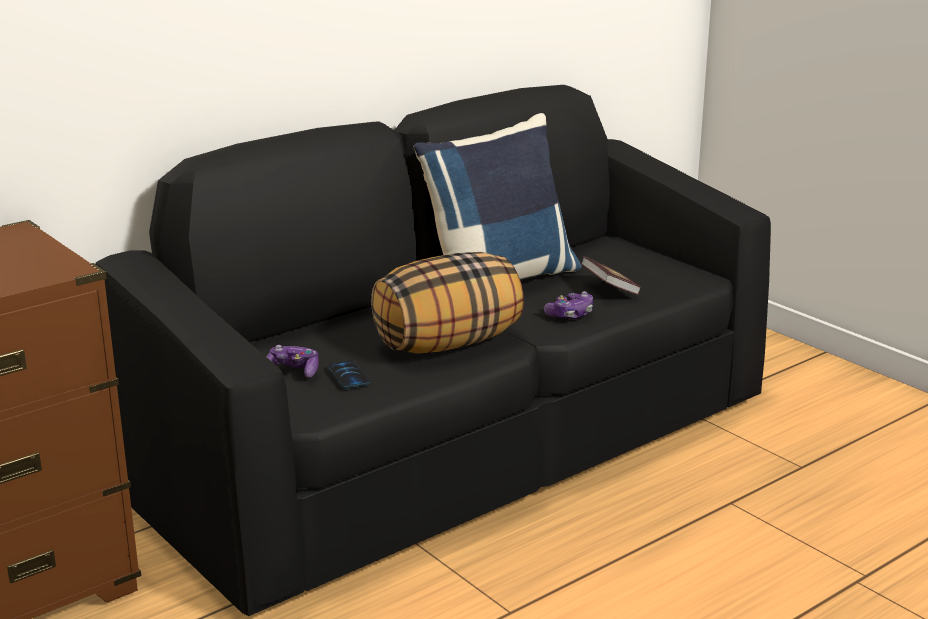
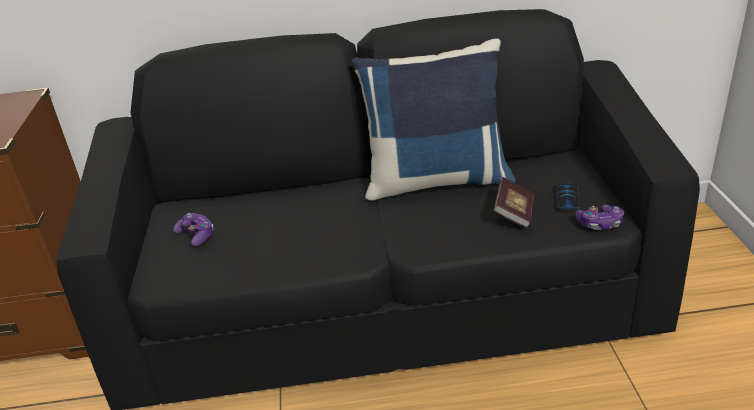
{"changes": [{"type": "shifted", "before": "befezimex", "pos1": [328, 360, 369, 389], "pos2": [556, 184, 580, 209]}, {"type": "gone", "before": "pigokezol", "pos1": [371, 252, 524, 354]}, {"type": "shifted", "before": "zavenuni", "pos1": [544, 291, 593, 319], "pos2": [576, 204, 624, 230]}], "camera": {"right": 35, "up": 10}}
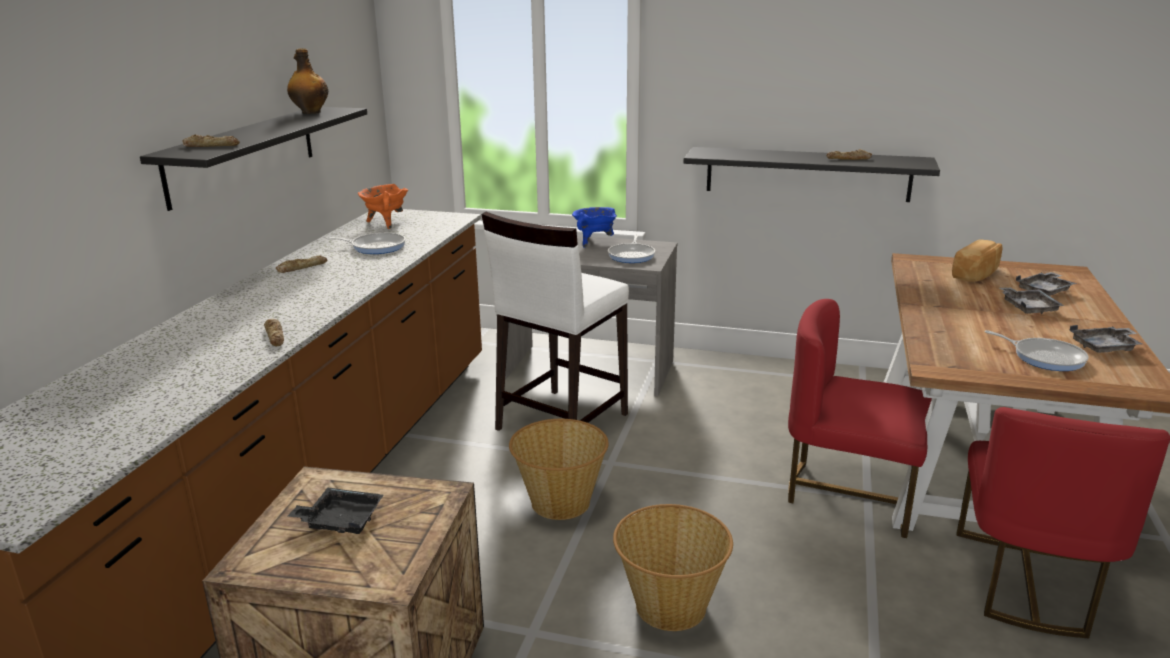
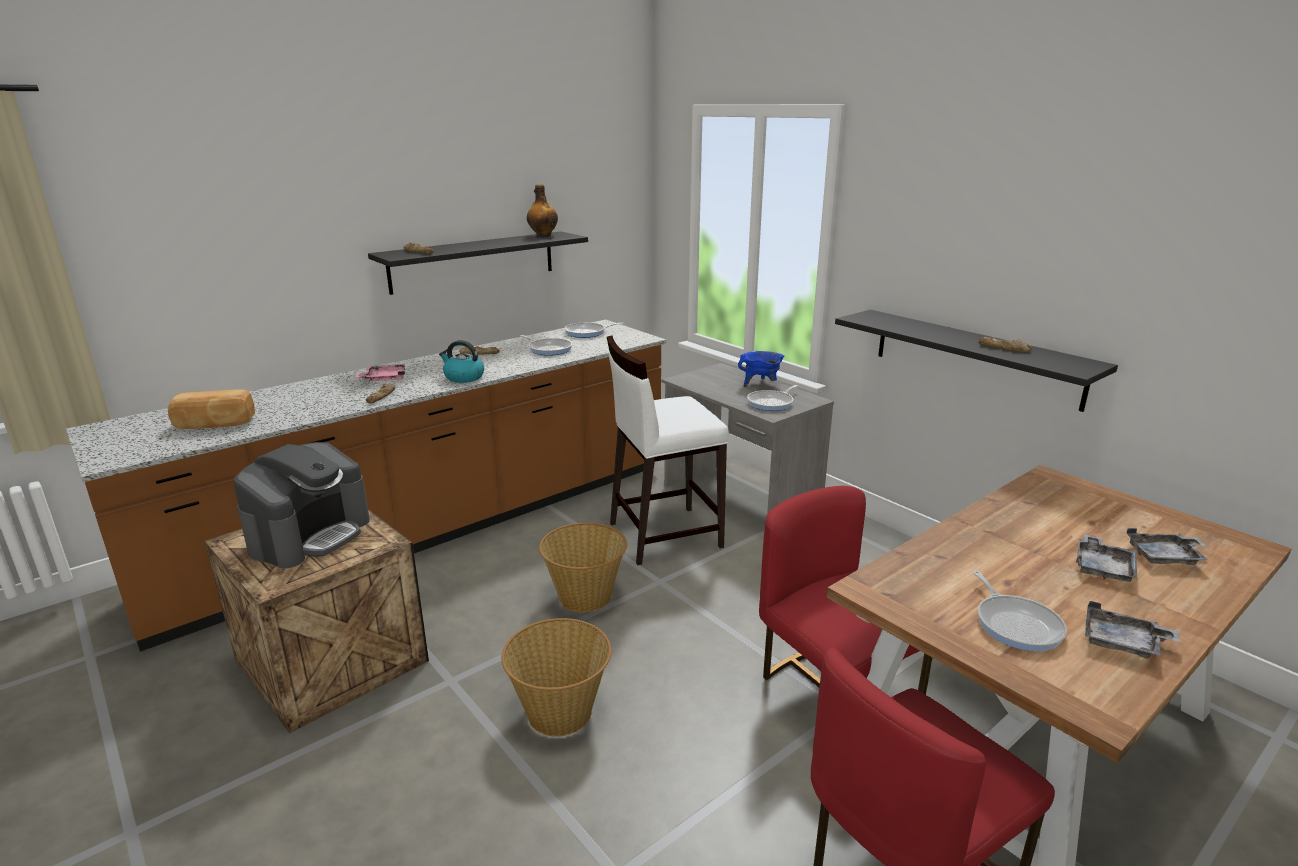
{"changes": [{"type": "swapped", "before": "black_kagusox", "after": "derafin", "pos1": [288, 487, 384, 534], "pos2": [234, 442, 370, 568]}, {"type": "swapped", "before": "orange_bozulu", "after": "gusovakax", "pos1": [358, 184, 408, 229], "pos2": [565, 323, 624, 338]}, {"type": "shifted", "before": "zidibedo", "pos1": [952, 239, 1003, 282], "pos2": [167, 390, 255, 429]}, {"type": "new", "after": "pink_kagusox", "pos2": [356, 364, 405, 382]}, {"type": "new", "after": "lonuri", "pos2": [439, 340, 484, 383]}], "camera": {"right": 35, "up": 0}}
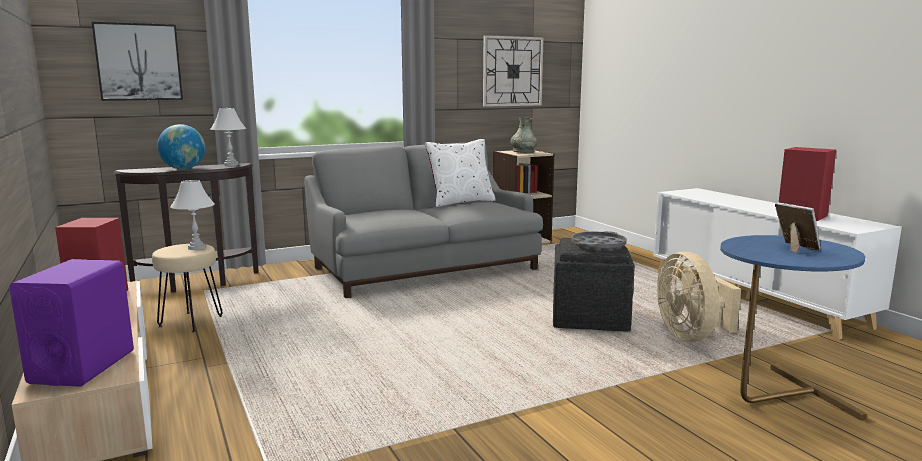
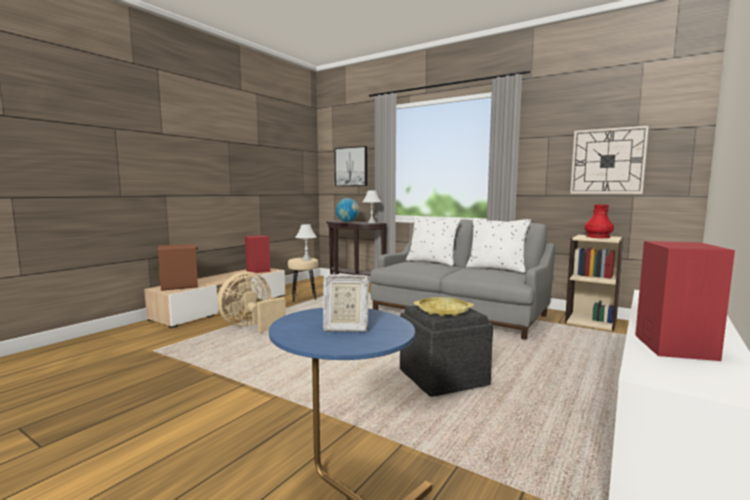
{"changes": [{"type": "repainted", "before": "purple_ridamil", "after": "brown_ridamil", "pos1": [9, 259, 134, 387], "pos2": [158, 244, 198, 291]}, {"type": "repainted", "before": "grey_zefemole", "after": "red_zefemole", "pos1": [510, 118, 537, 153], "pos2": [584, 204, 614, 238]}, {"type": "repainted", "before": "grey_kagusox", "after": "yellow_kagusox", "pos1": [571, 231, 627, 251], "pos2": [414, 297, 474, 316]}, {"type": "shifted", "before": "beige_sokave", "pos1": [657, 252, 741, 342], "pos2": [217, 272, 286, 332]}, {"type": "rotated", "before": "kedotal", "pos1": [775, 202, 821, 253], "pos2": [323, 274, 369, 332], "turn": 60}, {"type": "new", "after": "white_pigokezol", "pos2": [406, 216, 461, 266]}], "camera": {"right": 60, "up": -5}}
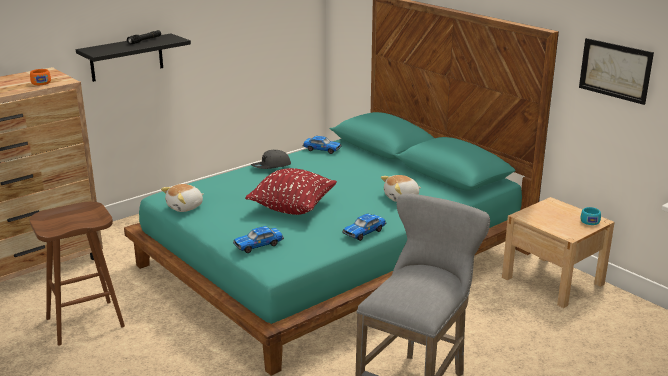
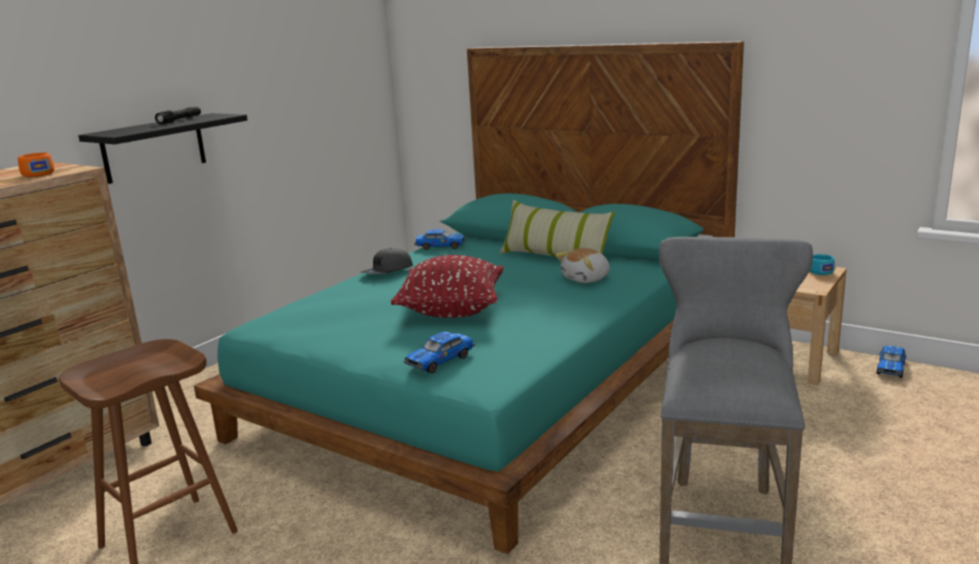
{"changes": [{"type": "gone", "before": "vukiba", "pos1": [161, 184, 203, 212]}, {"type": "shifted", "before": "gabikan", "pos1": [342, 214, 386, 241], "pos2": [877, 346, 906, 378]}, {"type": "gone", "before": "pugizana", "pos1": [579, 38, 654, 105]}, {"type": "new", "after": "pigokezol", "pos2": [500, 200, 615, 256]}], "camera": {"right": -15, "up": -5}}
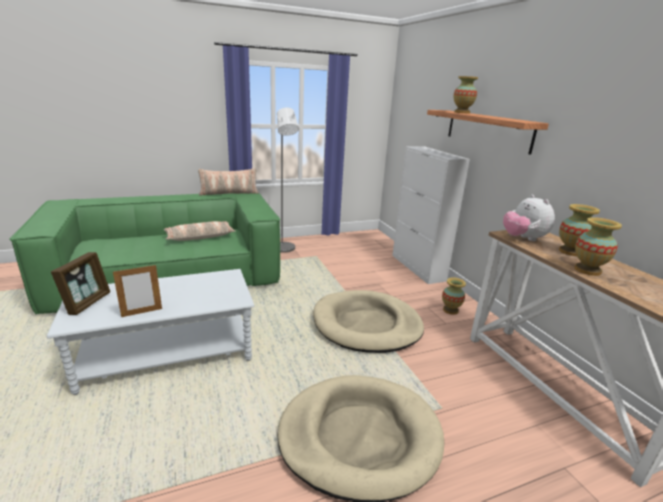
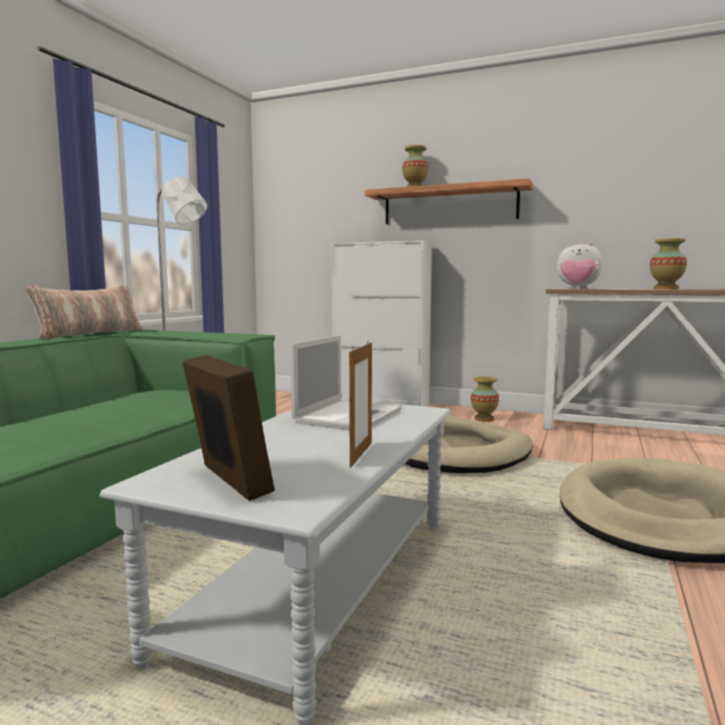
{"changes": [{"type": "gone", "before": "pigokezol", "pos1": [164, 221, 236, 241]}, {"type": "gone", "before": "zefemole", "pos1": [559, 204, 600, 256]}, {"type": "new", "after": "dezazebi", "pos2": [290, 335, 402, 430]}], "camera": {"right": -45, "up": -15}}
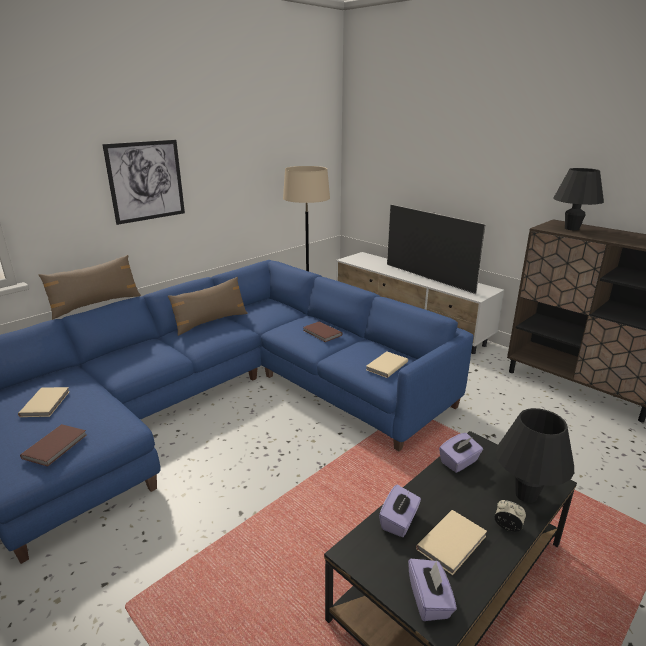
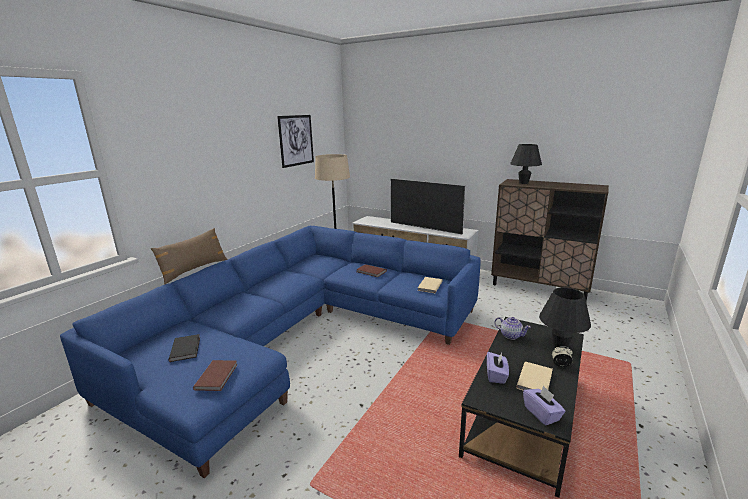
{"changes": [{"type": "repainted", "before": "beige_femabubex", "after": "black_femabubex", "pos1": [18, 387, 70, 417], "pos2": [169, 334, 200, 362]}, {"type": "shifted", "before": "pugizana", "pos1": [102, 140, 185, 225], "pos2": [277, 115, 314, 168]}, {"type": "gone", "before": "brown_pigokezol", "pos1": [168, 277, 248, 336]}, {"type": "swapped", "before": "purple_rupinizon", "after": "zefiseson", "pos1": [439, 433, 483, 473], "pos2": [494, 317, 531, 340]}], "camera": {"right": -15, "up": -5}}
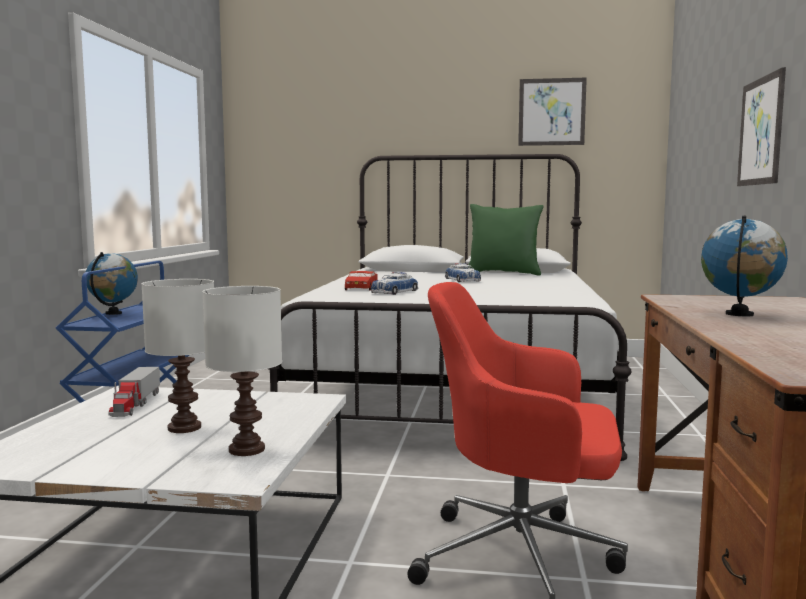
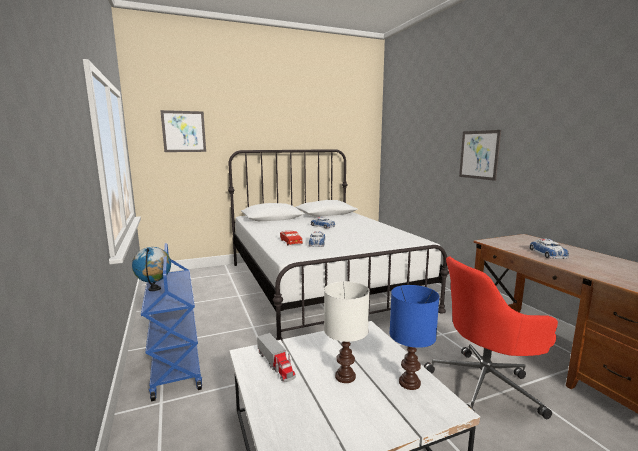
{"changes": [{"type": "repainted", "before": "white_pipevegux", "after": "blue_pipevegux", "pos1": [202, 286, 282, 456], "pos2": [390, 285, 440, 390]}, {"type": "gone", "before": "green_pigokezol", "pos1": [468, 204, 544, 275]}, {"type": "shifted", "before": "pugizana", "pos1": [518, 78, 587, 146], "pos2": [160, 110, 206, 152]}, {"type": "swapped", "before": "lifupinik", "after": "gabikan", "pos1": [701, 216, 788, 316], "pos2": [529, 238, 569, 259]}], "camera": {"right": -30, "up": 5}}
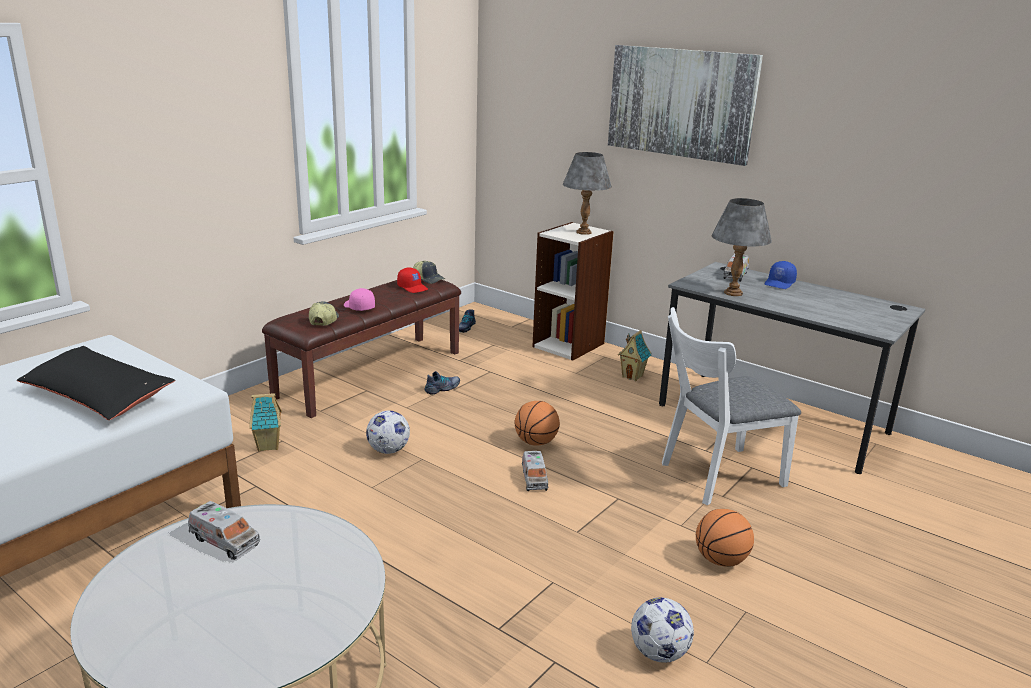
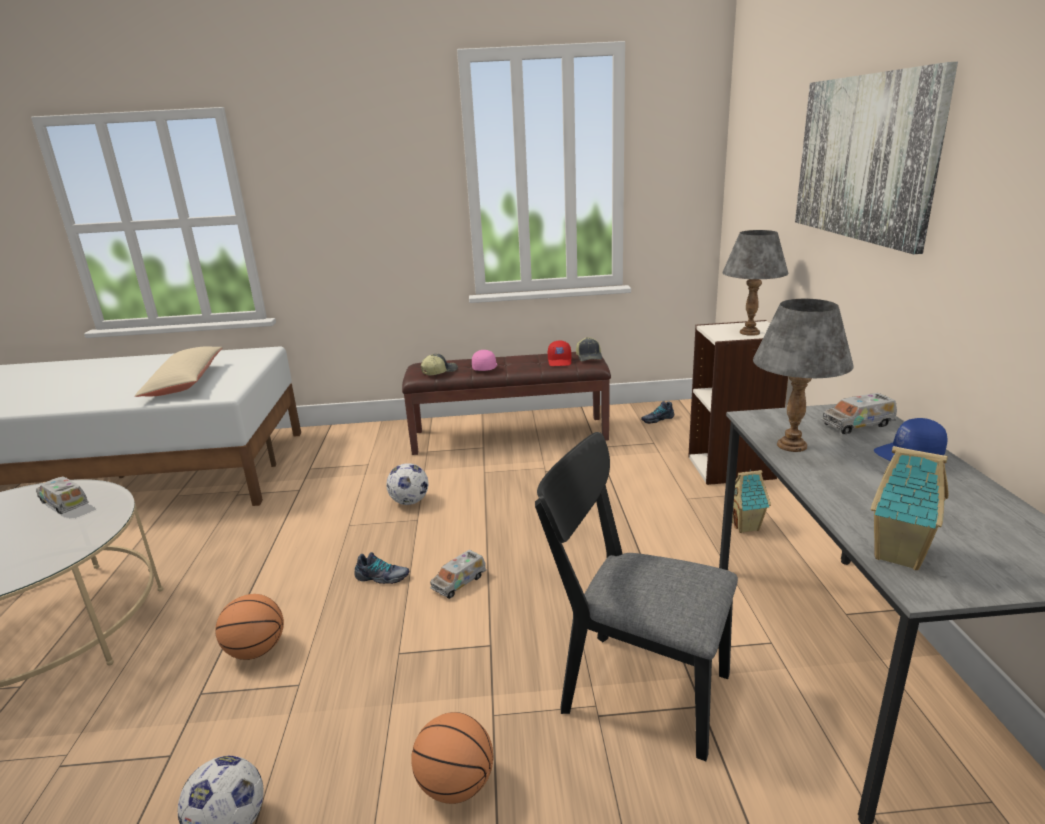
{"changes": [{"type": "repainted", "before": "black_pigokezol", "after": "beige_pigokezol", "pos1": [17, 346, 176, 420], "pos2": [135, 347, 223, 397]}, {"type": "rotated", "before": "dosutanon", "pos1": [188, 501, 260, 560], "pos2": [36, 476, 89, 514], "turn": 135}, {"type": "shifted", "before": "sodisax", "pos1": [249, 393, 282, 452], "pos2": [871, 446, 949, 570]}, {"type": "shifted", "before": "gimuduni", "pos1": [424, 371, 460, 395], "pos2": [354, 552, 409, 584]}, {"type": "shifted", "before": "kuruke", "pos1": [515, 401, 560, 446], "pos2": [215, 594, 284, 660]}, {"type": "repainted", "before": "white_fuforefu", "after": "black_fuforefu", "pos1": [662, 307, 801, 505], "pos2": [535, 432, 738, 761]}], "camera": {"right": 50, "up": 0}}
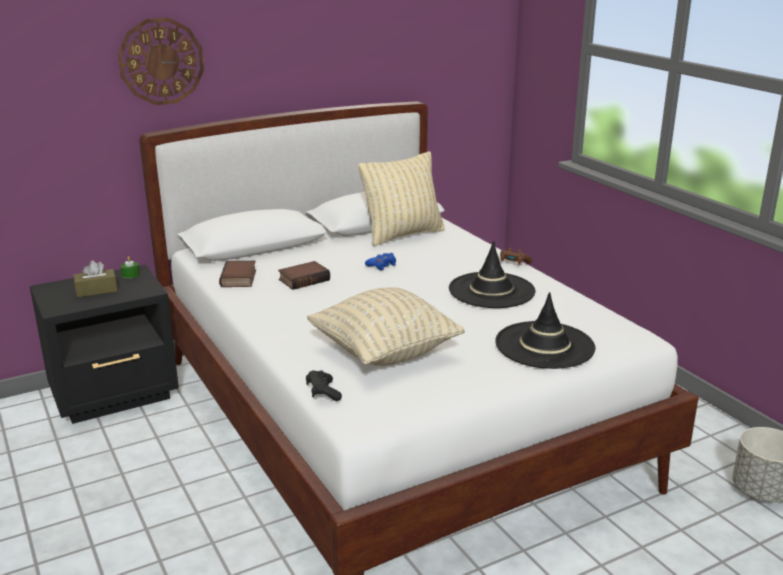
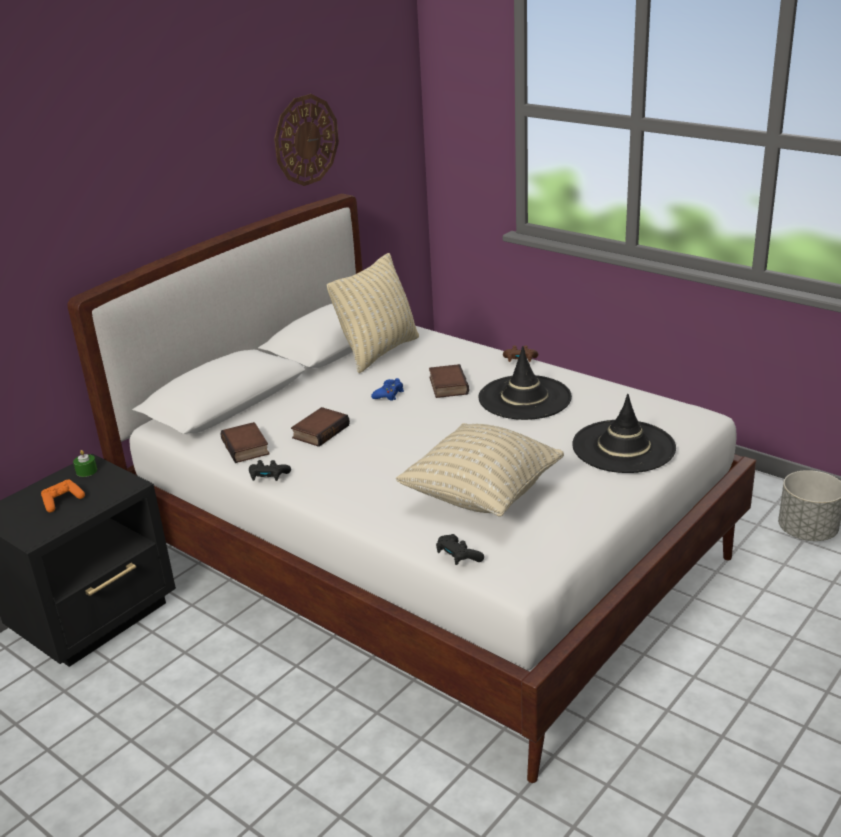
{"changes": [{"type": "swapped", "before": "brown_rupinizon", "after": "orange_zavenuni", "pos1": [73, 261, 117, 297], "pos2": [41, 480, 85, 513]}, {"type": "shifted", "before": "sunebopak", "pos1": [118, 18, 204, 105], "pos2": [274, 94, 339, 186]}, {"type": "new", "after": "black_zavenuni", "pos2": [249, 460, 291, 481]}, {"type": "new", "after": "femabubex", "pos2": [429, 364, 469, 398]}], "camera": {"right": -20, "up": 5}}
